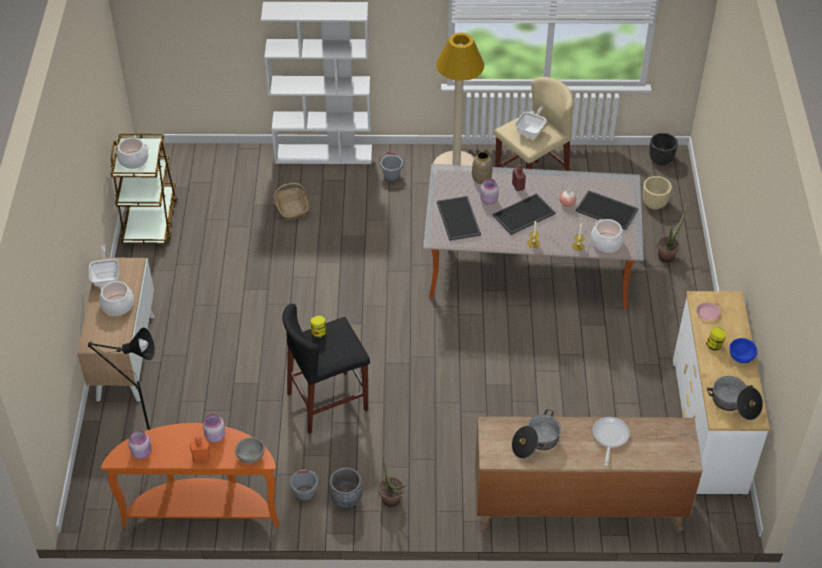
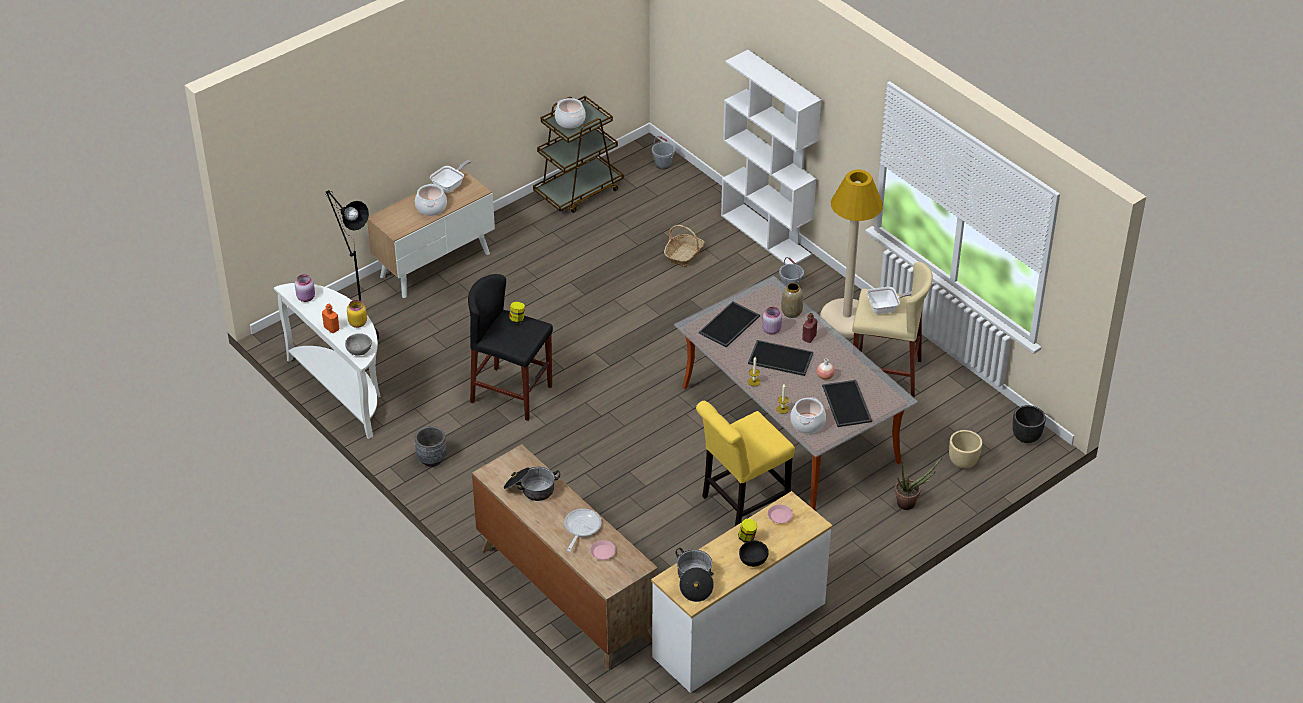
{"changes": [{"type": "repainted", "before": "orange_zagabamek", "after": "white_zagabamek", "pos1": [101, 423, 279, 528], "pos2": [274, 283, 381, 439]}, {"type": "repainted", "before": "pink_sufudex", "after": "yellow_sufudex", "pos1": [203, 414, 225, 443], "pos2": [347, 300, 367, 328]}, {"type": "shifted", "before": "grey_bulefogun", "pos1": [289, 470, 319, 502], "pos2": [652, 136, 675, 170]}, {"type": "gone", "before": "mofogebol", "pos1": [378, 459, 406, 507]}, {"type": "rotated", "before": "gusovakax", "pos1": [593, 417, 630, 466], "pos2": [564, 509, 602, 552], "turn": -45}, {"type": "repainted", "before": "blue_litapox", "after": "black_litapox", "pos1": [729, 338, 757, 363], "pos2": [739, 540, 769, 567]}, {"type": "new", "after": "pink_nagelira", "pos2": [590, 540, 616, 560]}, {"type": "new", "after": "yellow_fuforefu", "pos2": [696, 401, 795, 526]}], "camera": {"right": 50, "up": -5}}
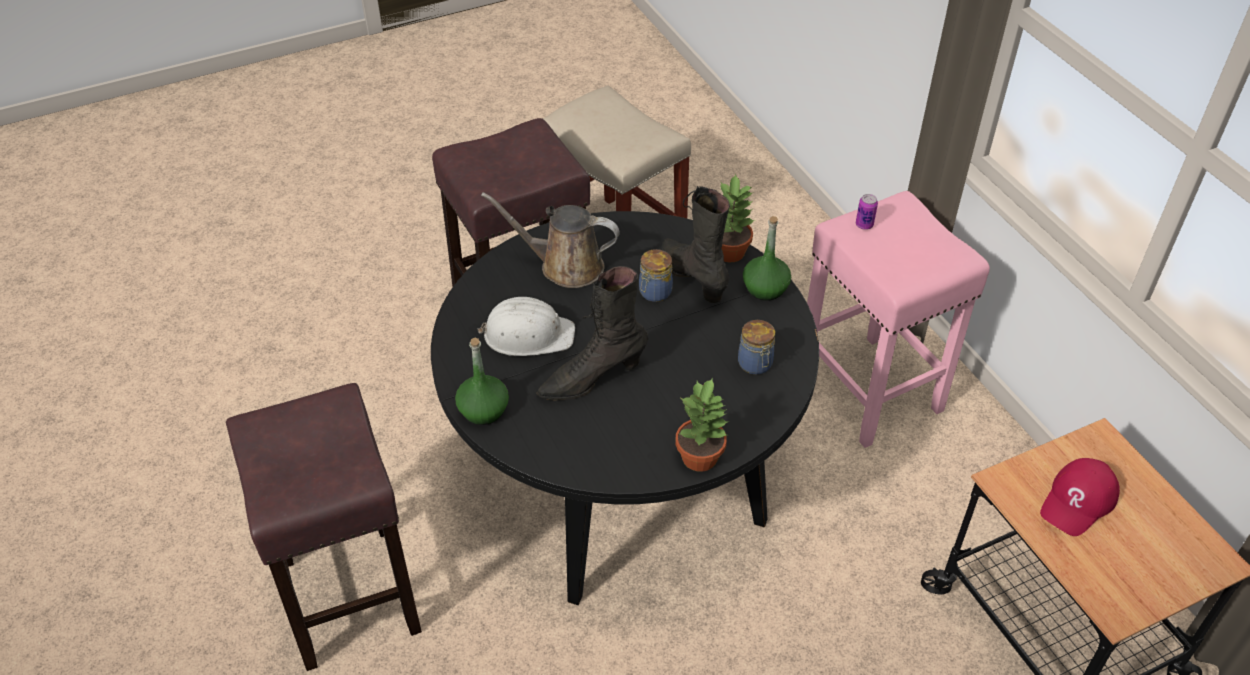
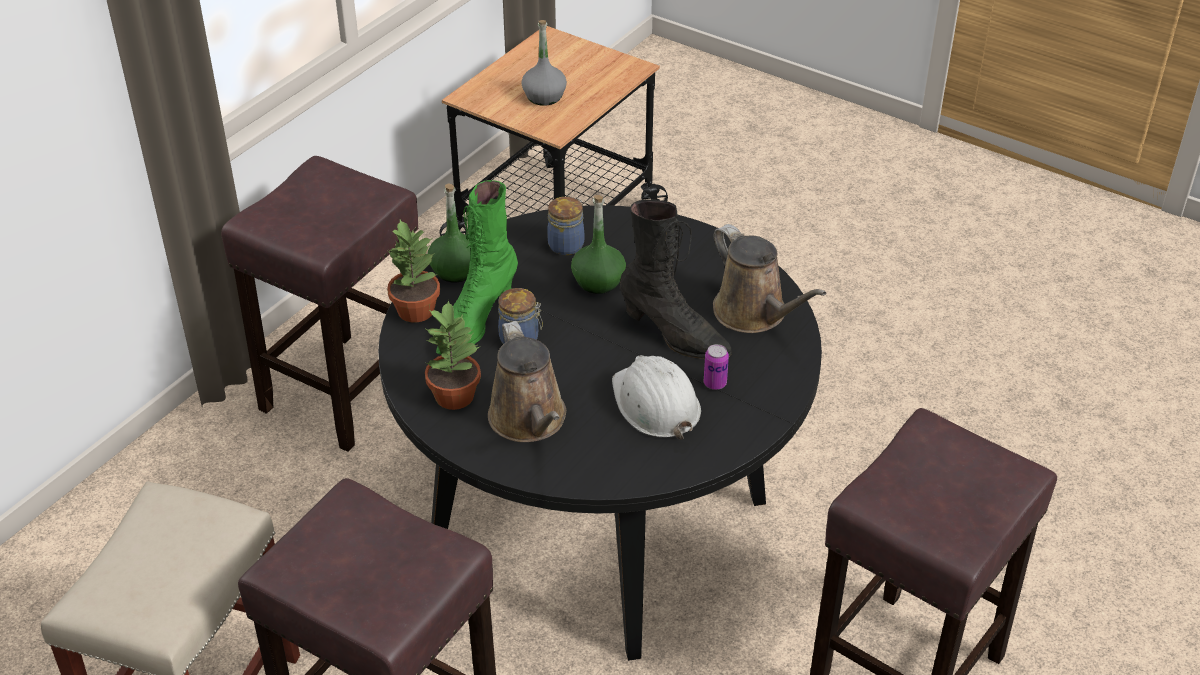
{"changes": [{"type": "shifted", "before": "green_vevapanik", "pos1": [455, 338, 509, 425], "pos2": [571, 195, 626, 294]}, {"type": "repainted", "before": "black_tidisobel", "after": "green_tidisobel", "pos1": [662, 186, 730, 303], "pos2": [436, 180, 518, 355]}, {"type": "shifted", "before": "mofogebol", "pos1": [675, 378, 727, 472], "pos2": [425, 300, 481, 410]}, {"type": "repainted", "before": "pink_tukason", "after": "brown_tukason", "pos1": [807, 191, 990, 448], "pos2": [221, 156, 418, 452]}, {"type": "shifted", "before": "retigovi", "pos1": [856, 194, 878, 230], "pos2": [704, 344, 729, 390]}, {"type": "swapped", "before": "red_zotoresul", "after": "grey_vevapanik", "pos1": [1040, 458, 1120, 536], "pos2": [521, 20, 567, 106]}, {"type": "new", "after": "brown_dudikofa", "pos2": [713, 224, 827, 333]}], "camera": {"right": -120, "up": -5}}
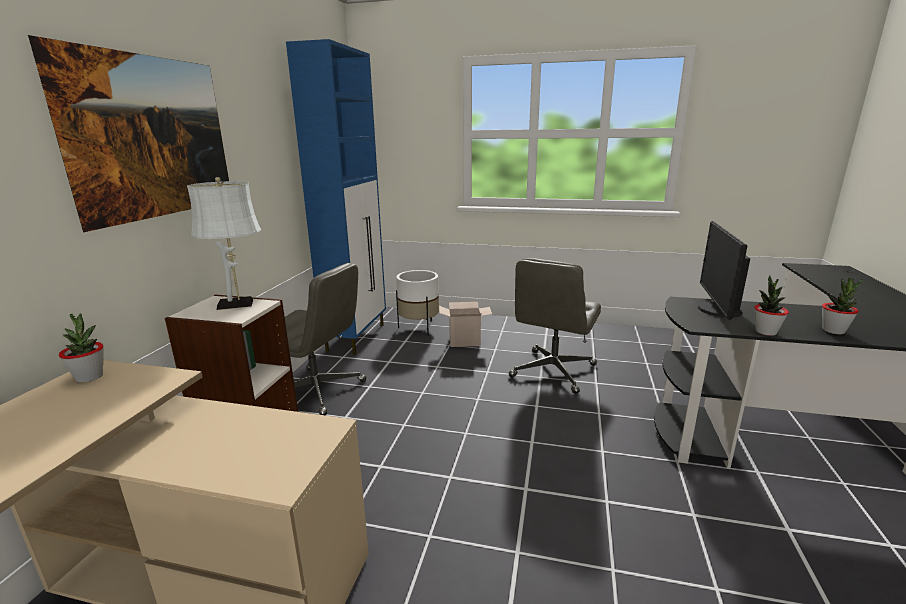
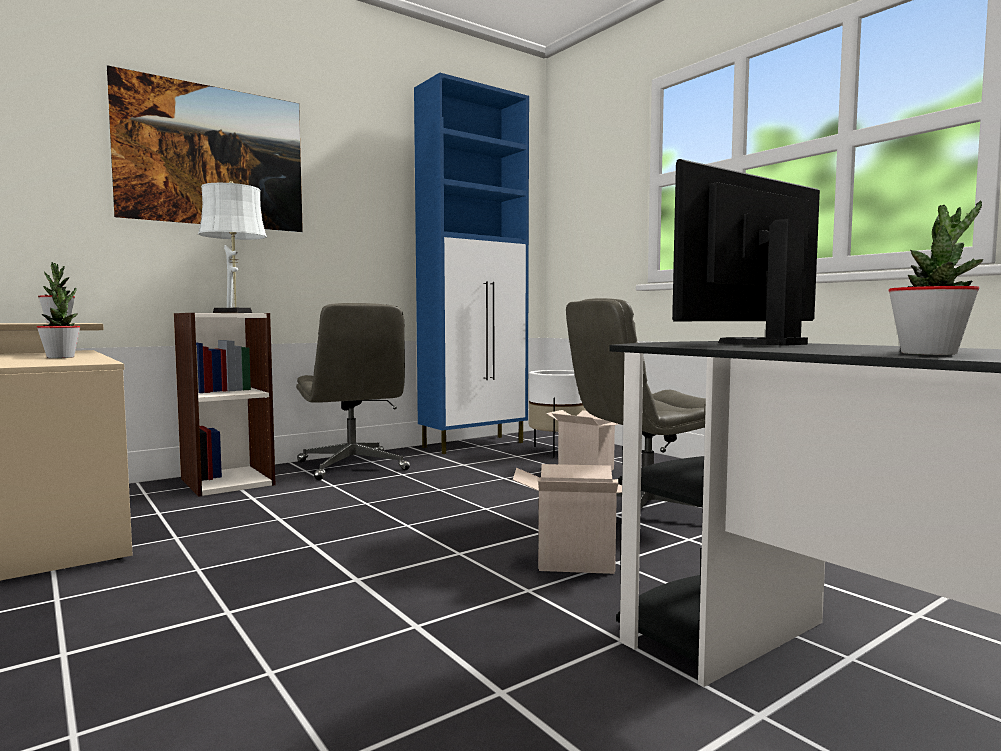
{"changes": [{"type": "shifted", "before": "mofogebol", "pos1": [754, 275, 789, 336], "pos2": [37, 287, 80, 358]}, {"type": "new", "after": "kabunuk", "pos2": [513, 464, 622, 574]}], "camera": {"right": 40, "up": -15}}
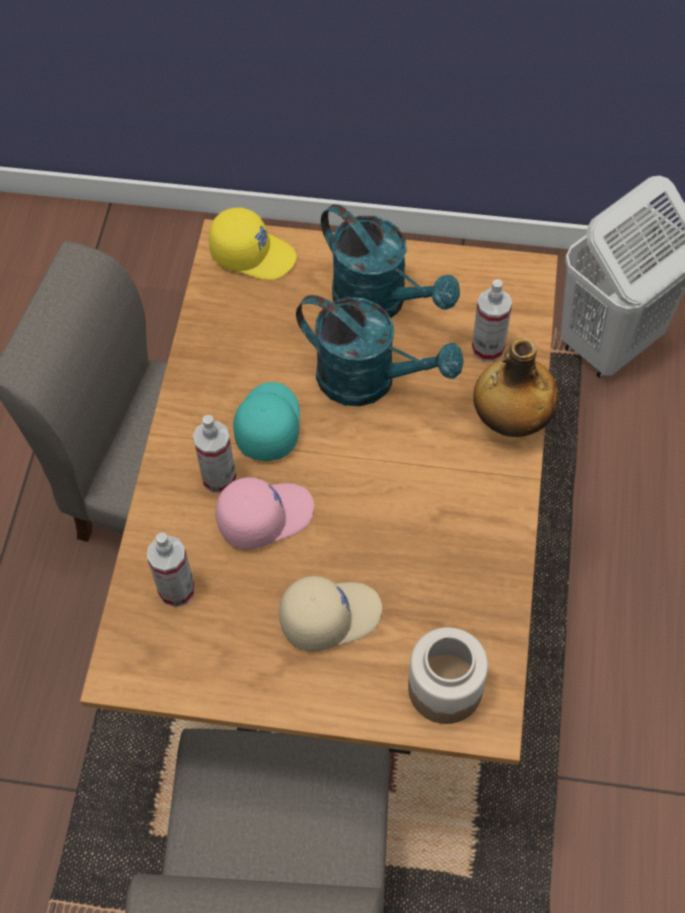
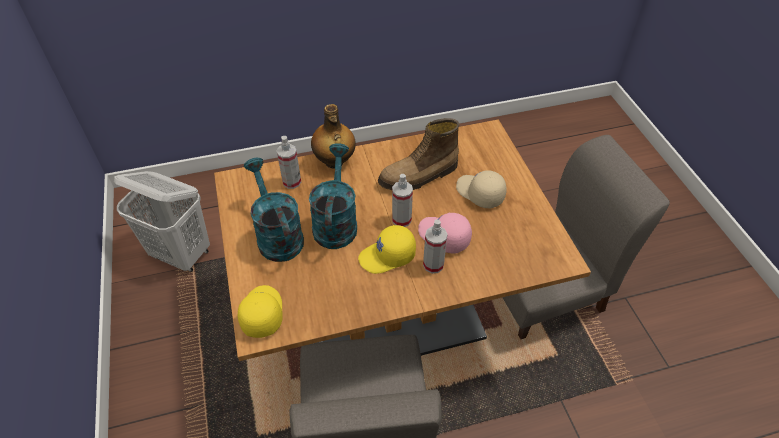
{"changes": [{"type": "shifted", "before": "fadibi", "pos1": [147, 532, 195, 607], "pos2": [392, 174, 413, 227]}, {"type": "repainted", "before": "turquoise_zotoresul", "after": "yellow_zotoresul", "pos1": [233, 382, 300, 461], "pos2": [358, 225, 416, 274]}, {"type": "rotated", "before": "turquoise_dudikofa", "pos1": [321, 204, 460, 318], "pos2": [244, 158, 304, 262], "turn": -45}, {"type": "gone", "before": "sufudex", "pos1": [408, 627, 488, 724]}, {"type": "new", "after": "tidisobel", "pos2": [378, 118, 459, 190]}], "camera": {"right": -115, "up": -10}}
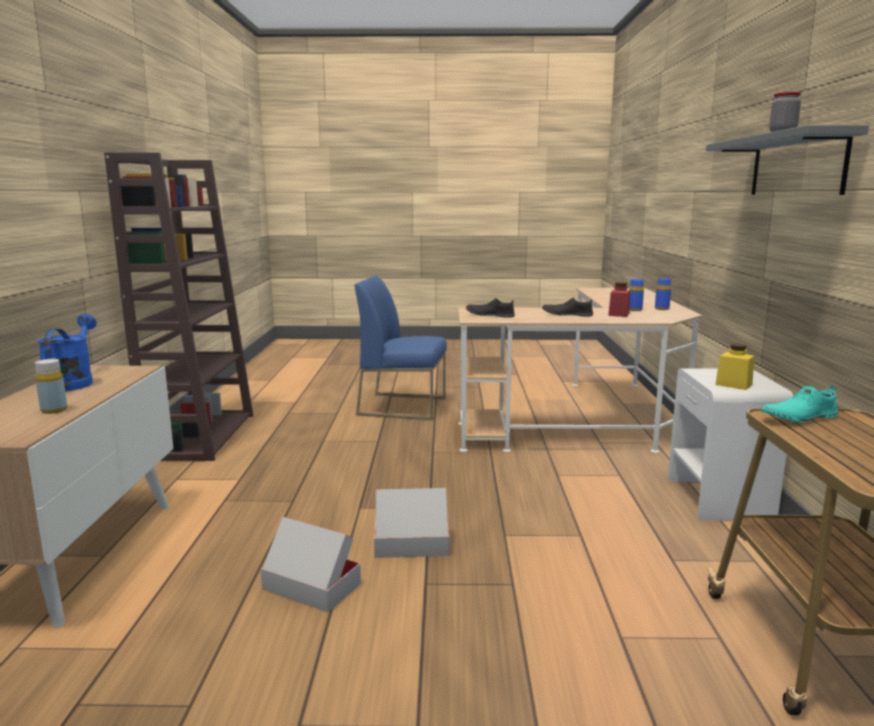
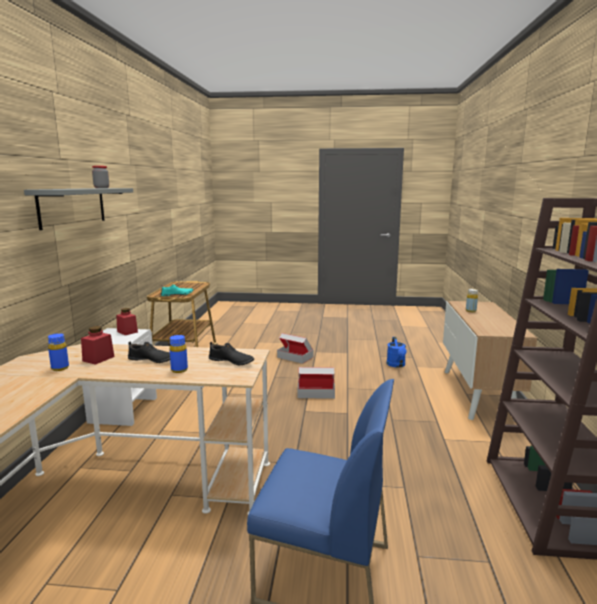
{"changes": [{"type": "shifted", "before": "blue_dudikofa", "pos1": [38, 314, 97, 391], "pos2": [387, 337, 407, 368]}, {"type": "shifted", "before": "kabunuk", "pos1": [261, 517, 361, 612], "pos2": [277, 333, 314, 364]}, {"type": "shifted", "before": "blue_vevapanik", "pos1": [655, 278, 671, 310], "pos2": [170, 335, 188, 373]}, {"type": "repainted", "before": "yellow_sufudex", "after": "red_sufudex", "pos1": [715, 343, 754, 390], "pos2": [116, 308, 138, 335]}], "camera": {"right": -175, "up": 0}}
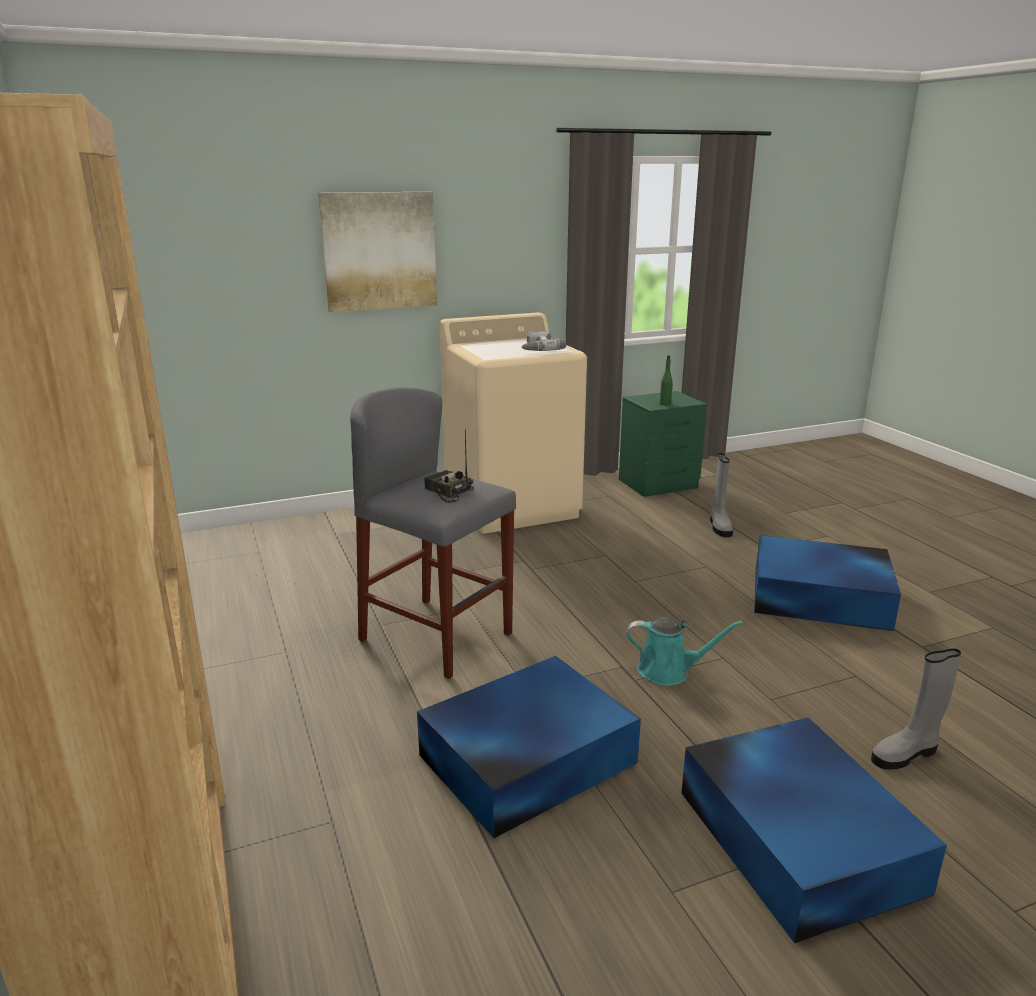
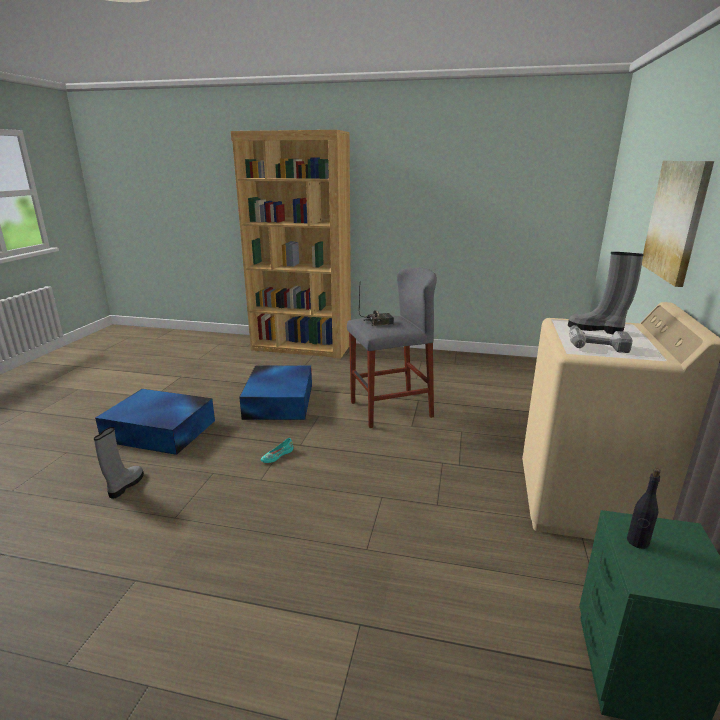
{"changes": [{"type": "swapped", "before": "turquoise_dudikofa", "after": "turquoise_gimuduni", "pos1": [626, 618, 743, 686], "pos2": [261, 438, 293, 463]}, {"type": "repainted", "before": "green_vevapanik", "after": "black_vevapanik", "pos1": [660, 355, 673, 405], "pos2": [627, 468, 661, 549]}, {"type": "shifted", "before": "grey_tidisobel", "pos1": [710, 453, 733, 537], "pos2": [568, 252, 644, 334]}, {"type": "gone", "before": "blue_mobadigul", "pos1": [754, 535, 901, 631]}], "camera": {"right": 125, "up": 0}}
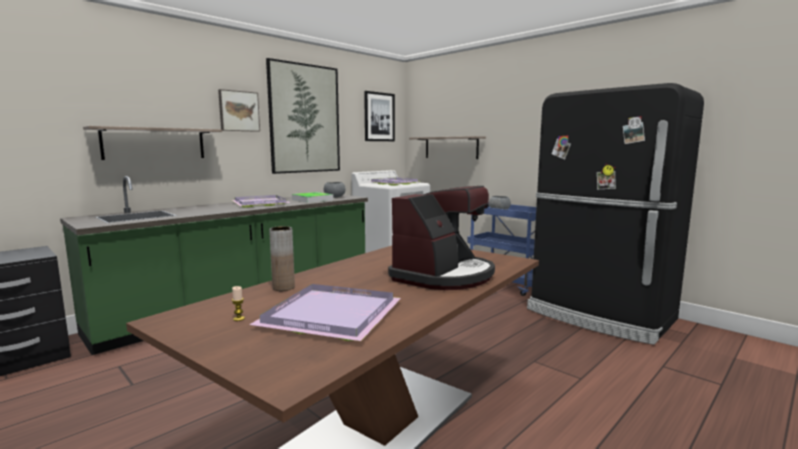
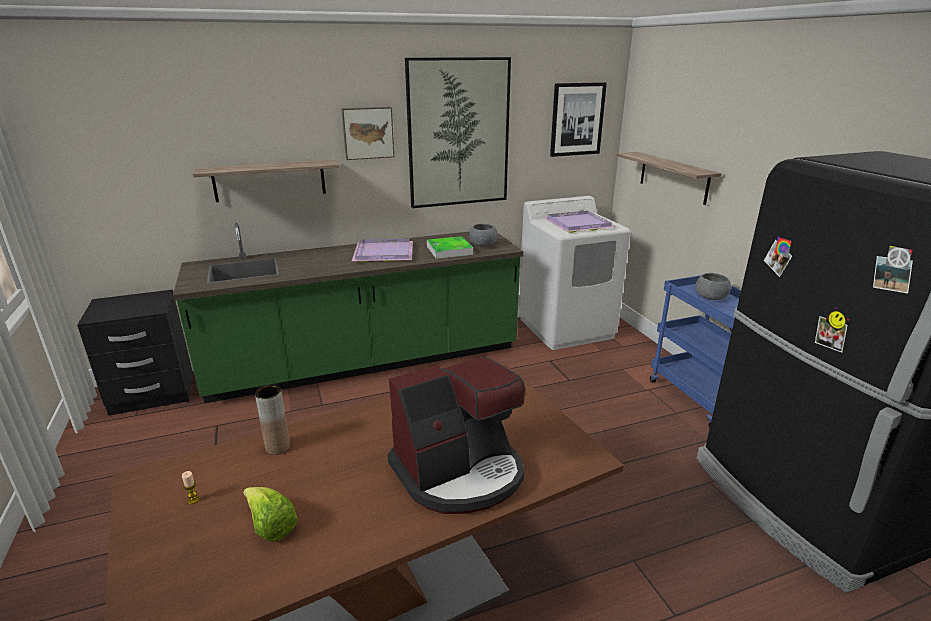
{"changes": [{"type": "swapped", "before": "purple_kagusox", "after": "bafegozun", "pos1": [250, 284, 401, 341], "pos2": [243, 487, 298, 542]}], "camera": {"right": 25, "up": 15}}
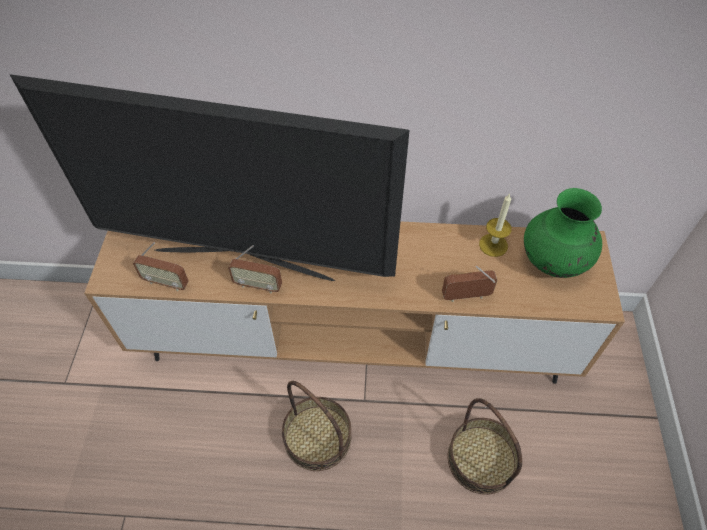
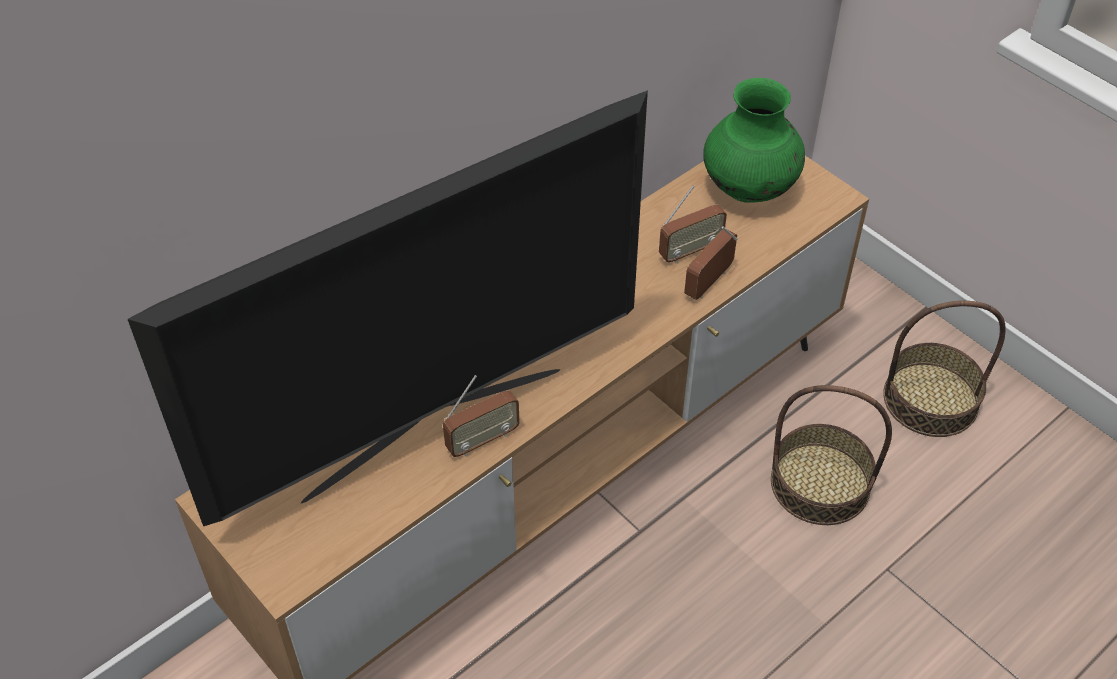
{"changes": [{"type": "shifted", "before": "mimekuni", "pos1": [133, 242, 189, 291], "pos2": [659, 185, 727, 263]}, {"type": "shifted", "before": "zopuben", "pos1": [282, 381, 351, 471], "pos2": [883, 301, 1006, 437]}, {"type": "gone", "before": "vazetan", "pos1": [479, 193, 512, 257]}], "camera": {"right": -45, "up": -5}}
